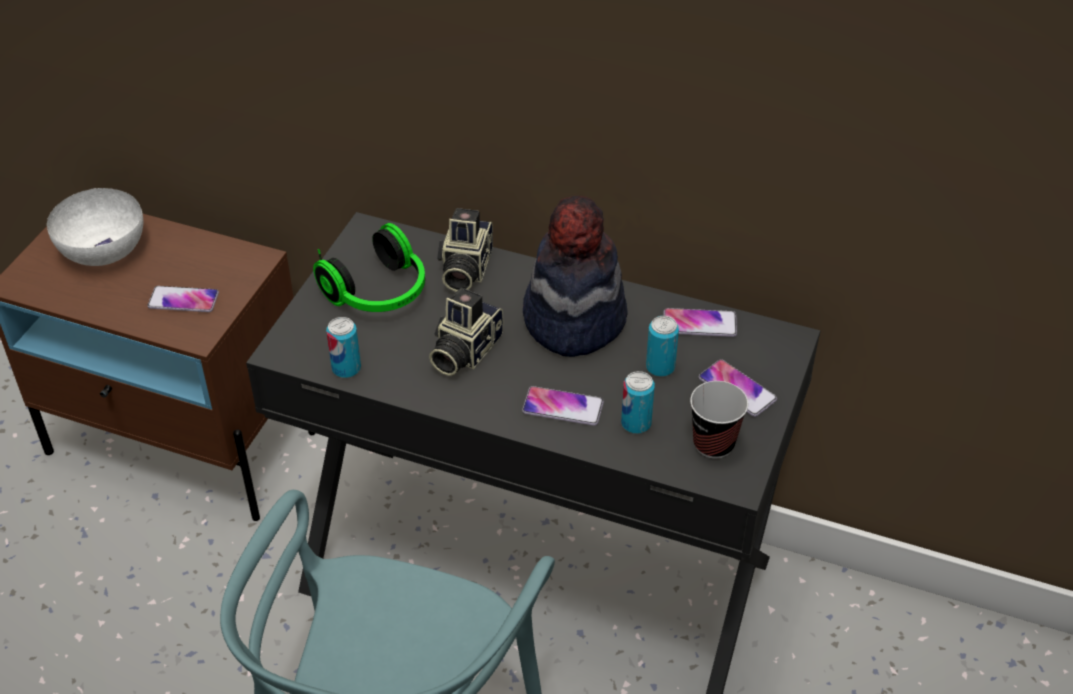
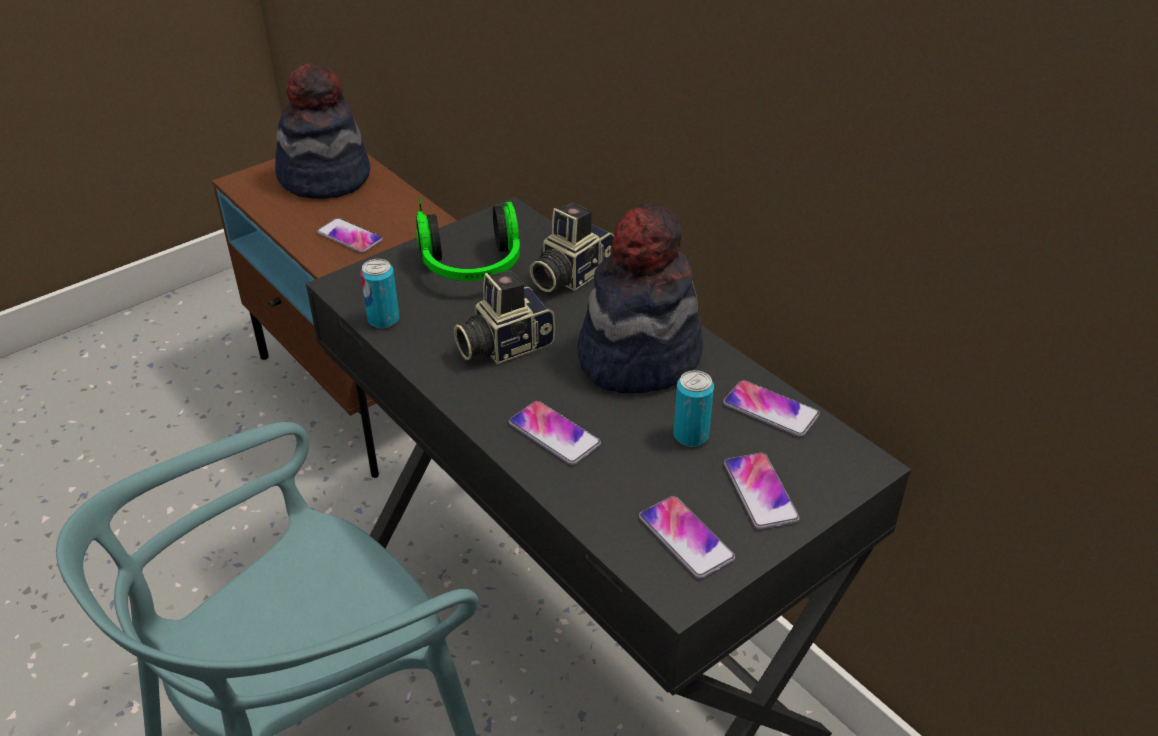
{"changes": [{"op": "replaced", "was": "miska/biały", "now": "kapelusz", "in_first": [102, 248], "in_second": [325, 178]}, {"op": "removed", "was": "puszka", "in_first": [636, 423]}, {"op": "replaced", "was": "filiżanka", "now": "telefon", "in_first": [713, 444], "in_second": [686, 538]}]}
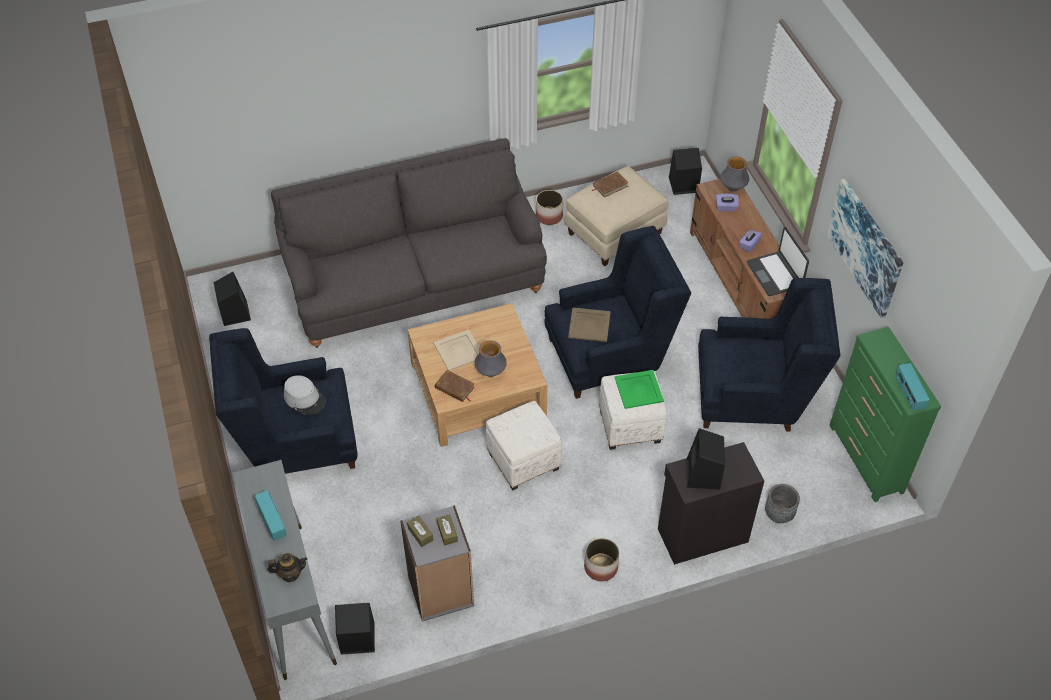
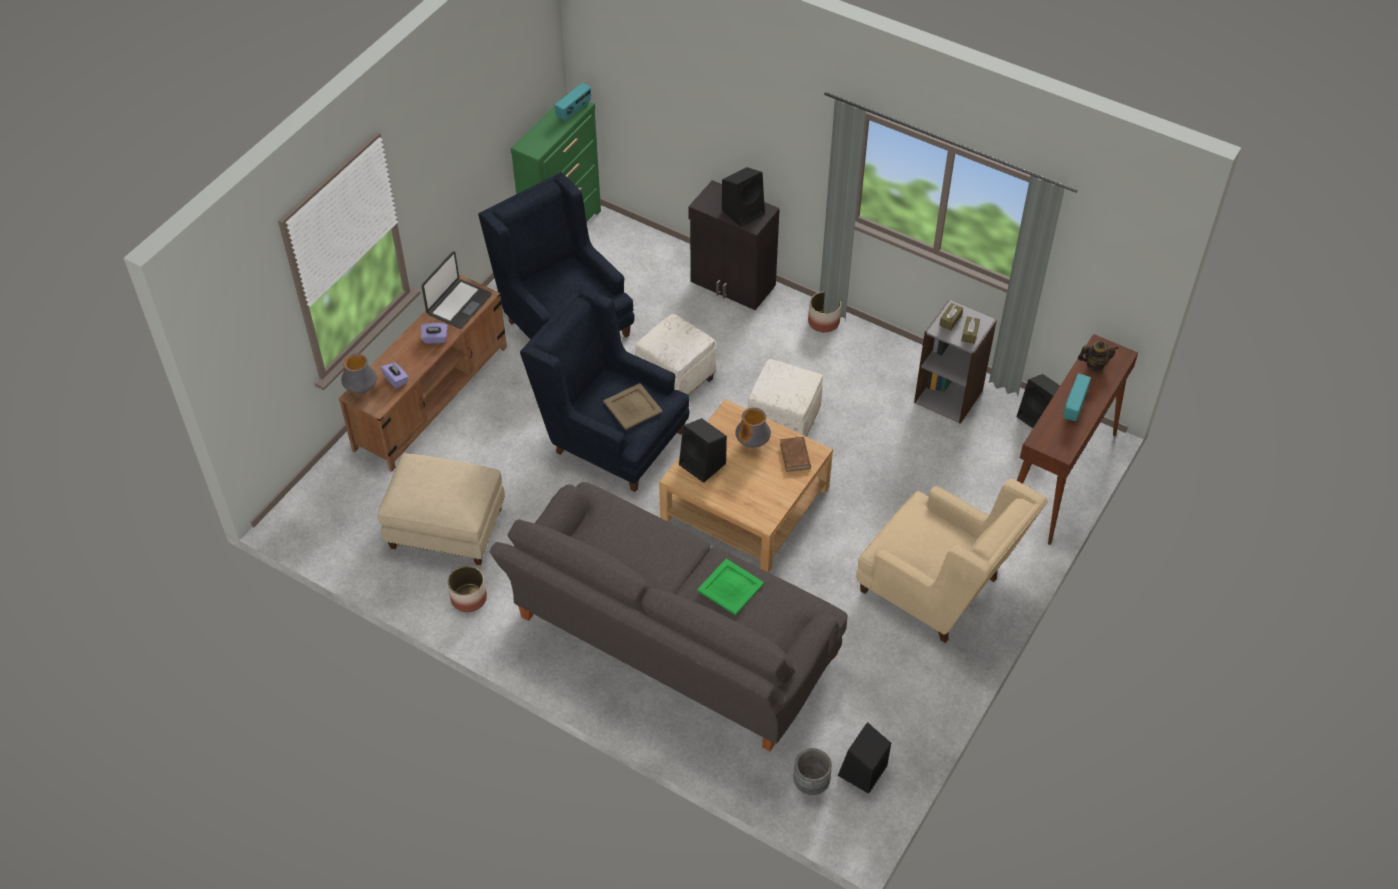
{"changes": [{"op": "recoloured", "was": "fotel/niebieski", "now": "fotel/beżowy", "in_first": [295, 443], "in_second": [939, 591]}, {"op": "recoloured", "was": "stolik konsolowy/szary", "now": "stolik konsolowy/brązowy", "in_first": [292, 599], "in_second": [1060, 478]}, {"op": "turned", "was": "imbryk", "in_first": [290, 574], "in_second": [1094, 364], "clockwise": 135}, {"op": "removed", "was": "kapelusz/szary", "in_first": [305, 398]}, {"op": "removed", "was": "taca/beżowy", "in_first": [458, 351]}, {"op": "removed", "was": "książka/brązowy", "in_first": [610, 186]}, {"op": "moved", "was": "taca/zielony", "in_first": [639, 389], "in_second": [730, 587]}, {"op": "moved", "was": "głośnik/czarny", "in_first": [682, 185], "in_second": [703, 464]}, {"op": "moved", "was": "donica/szary", "in_first": [779, 514], "in_second": [811, 783]}, {"op": "removed", "was": "obraz", "in_first": [865, 247]}]}
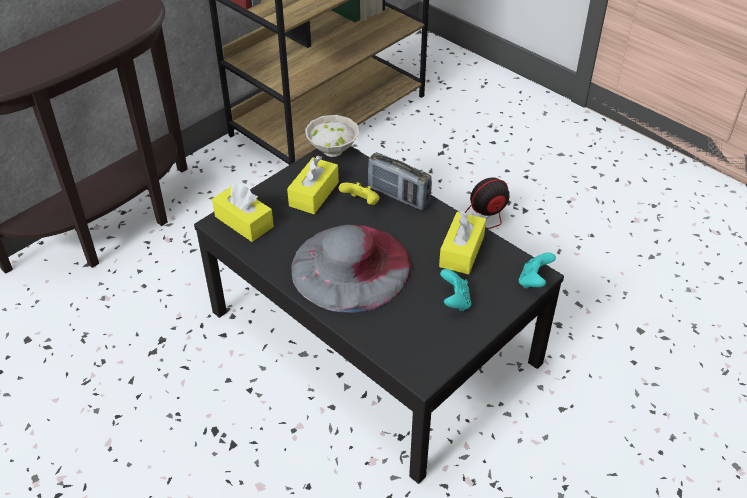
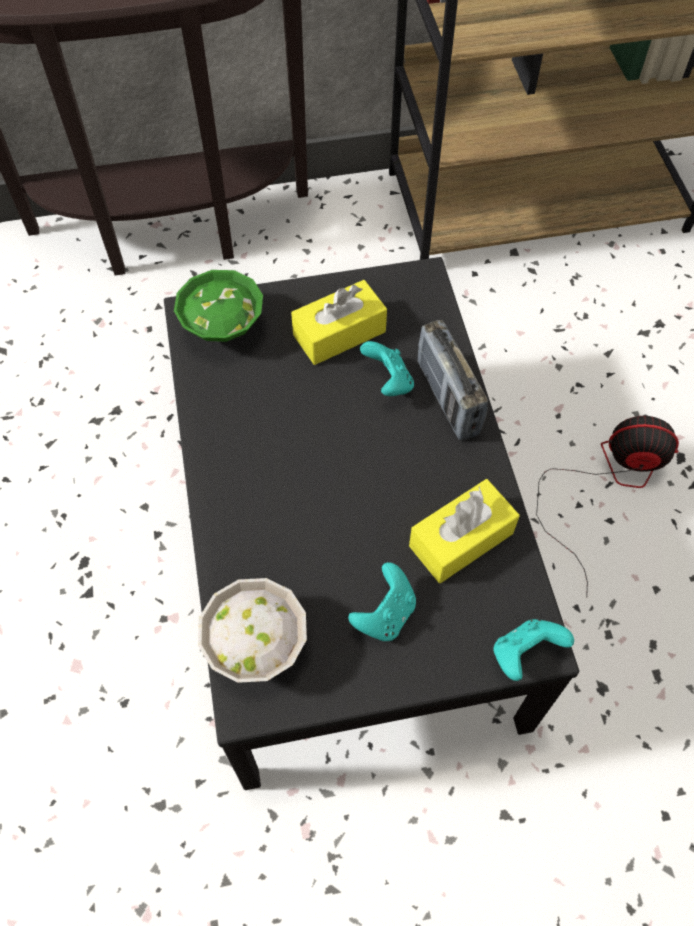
{"changes": [{"op": "replaced", "was": "pudełko chusteczek/żółty", "now": "miska/zielony", "in_first": [244, 221], "in_second": [221, 328]}, {"op": "removed", "was": "kapelusz/szary", "in_first": [351, 266]}, {"op": "moved", "was": "miska/biały", "in_first": [332, 149], "in_second": [258, 643]}, {"op": "recoloured", "was": "pad do gier/żółty", "now": "pad do gier/turkusowy", "in_first": [361, 203], "in_second": [388, 382]}]}
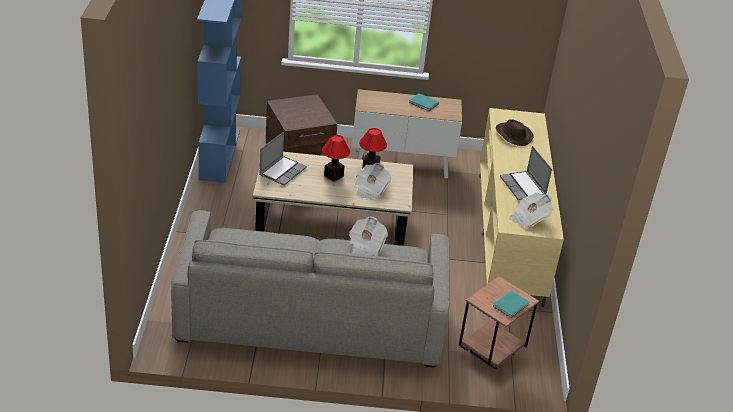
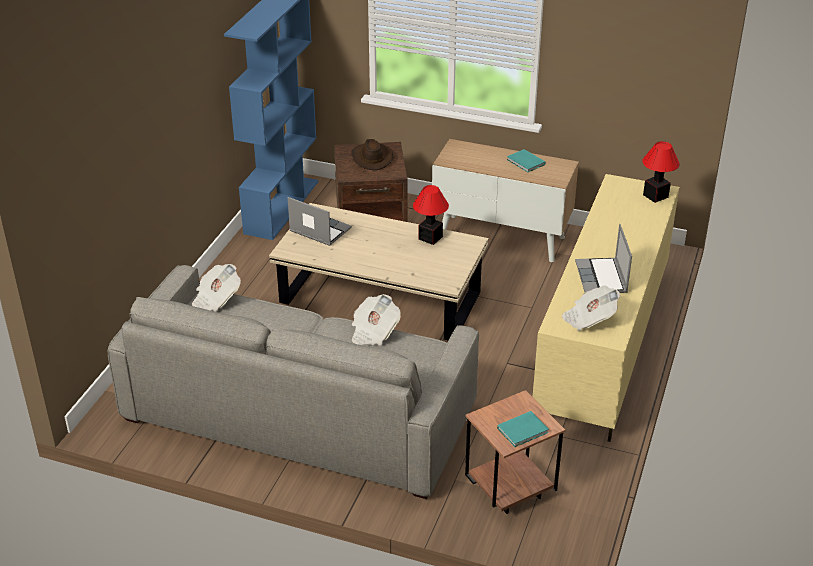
{"changes": [{"op": "turned", "was": "laptop", "in_first": [282, 171], "in_second": [319, 230], "clockwise": -105}, {"op": "moved", "was": "lampa stołowa", "in_first": [334, 176], "in_second": [656, 196]}, {"op": "moved", "was": "gazeta", "in_first": [370, 190], "in_second": [216, 299]}, {"op": "moved", "was": "kapelusz/brązowy", "in_first": [513, 135], "in_second": [371, 158]}]}
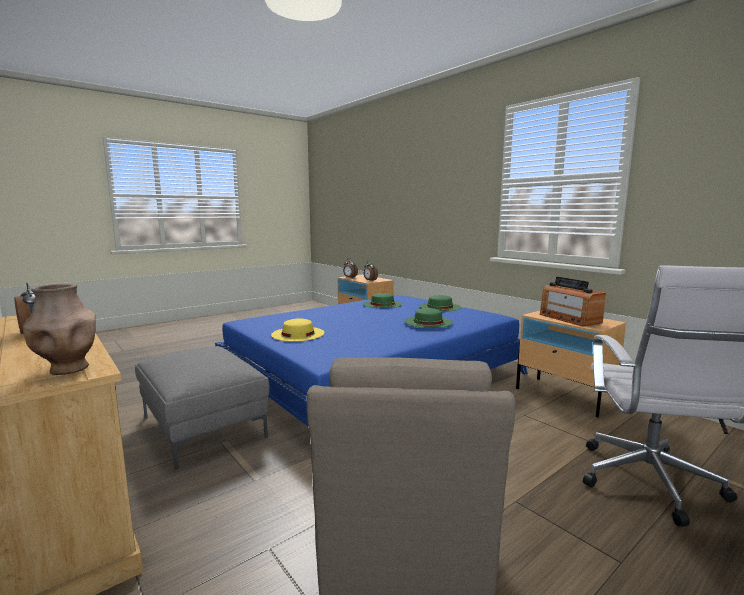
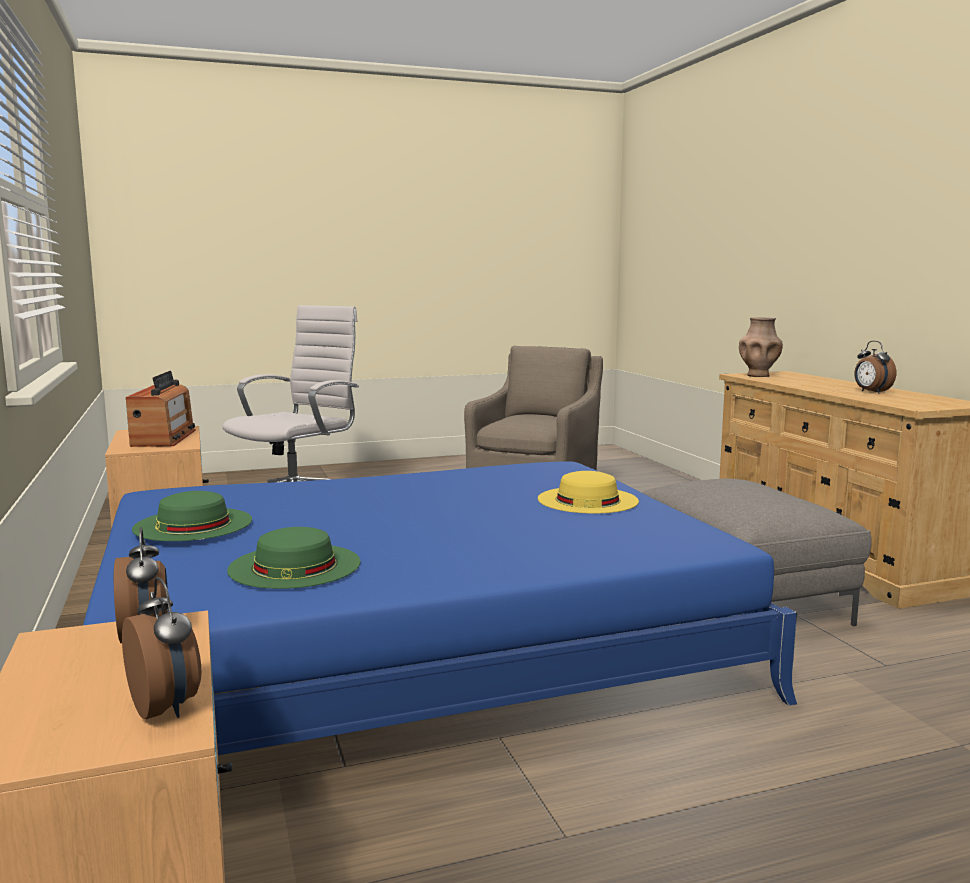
{"changes": [{"op": "removed", "was": "kapelusz/zielony", "in_first": [428, 322]}]}
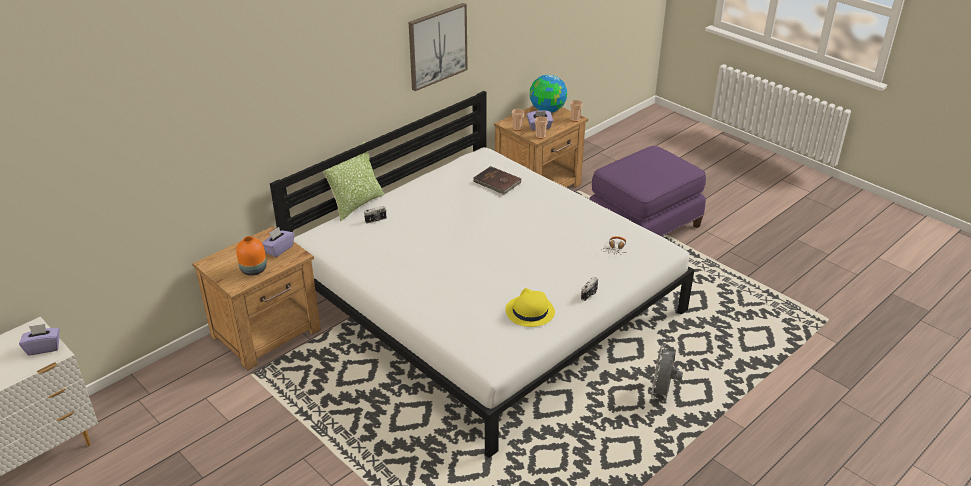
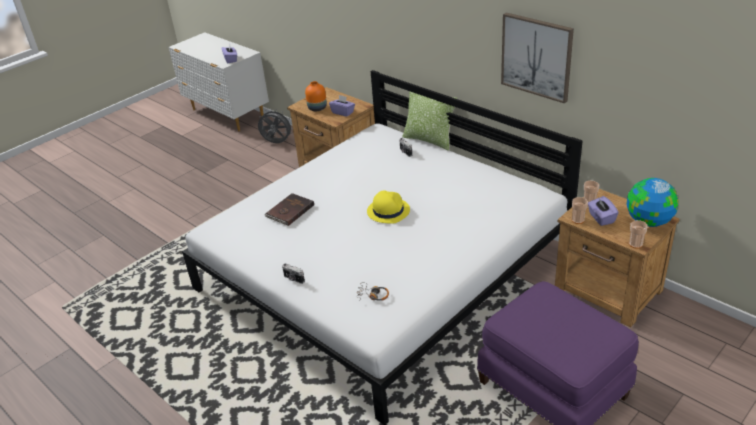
{"changes": [{"op": "moved", "was": "książka/brązowy", "in_first": [497, 182], "in_second": [289, 211]}, {"op": "moved", "was": "kapelusz/żółty", "in_first": [529, 312], "in_second": [388, 211]}, {"op": "moved", "was": "wentylator/szary", "in_first": [662, 393], "in_second": [277, 143]}]}
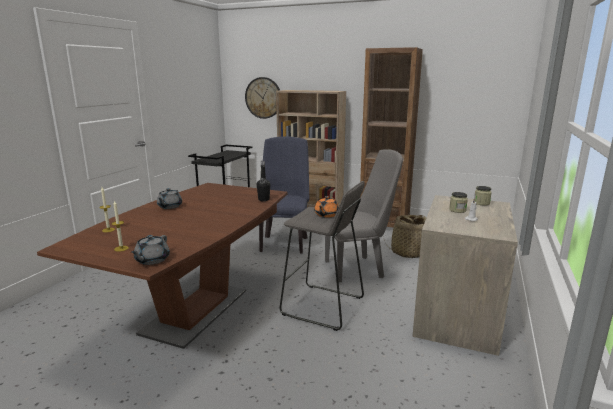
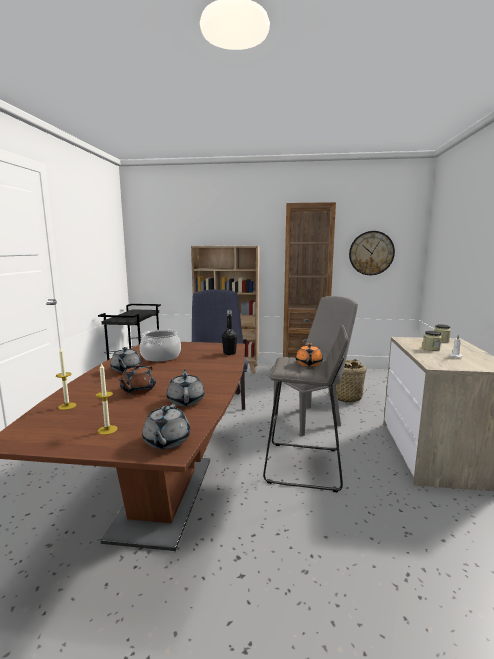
{"changes": [{"op": "moved", "was": "zegar ścienny", "in_first": [263, 98], "in_second": [371, 253]}, {"op": "added", "now": "imbryk/brązowy", "in_second": [137, 390]}, {"op": "added", "now": "garnek", "in_second": [160, 356]}, {"op": "added", "now": "imbryk/szary", "in_second": [186, 400]}]}
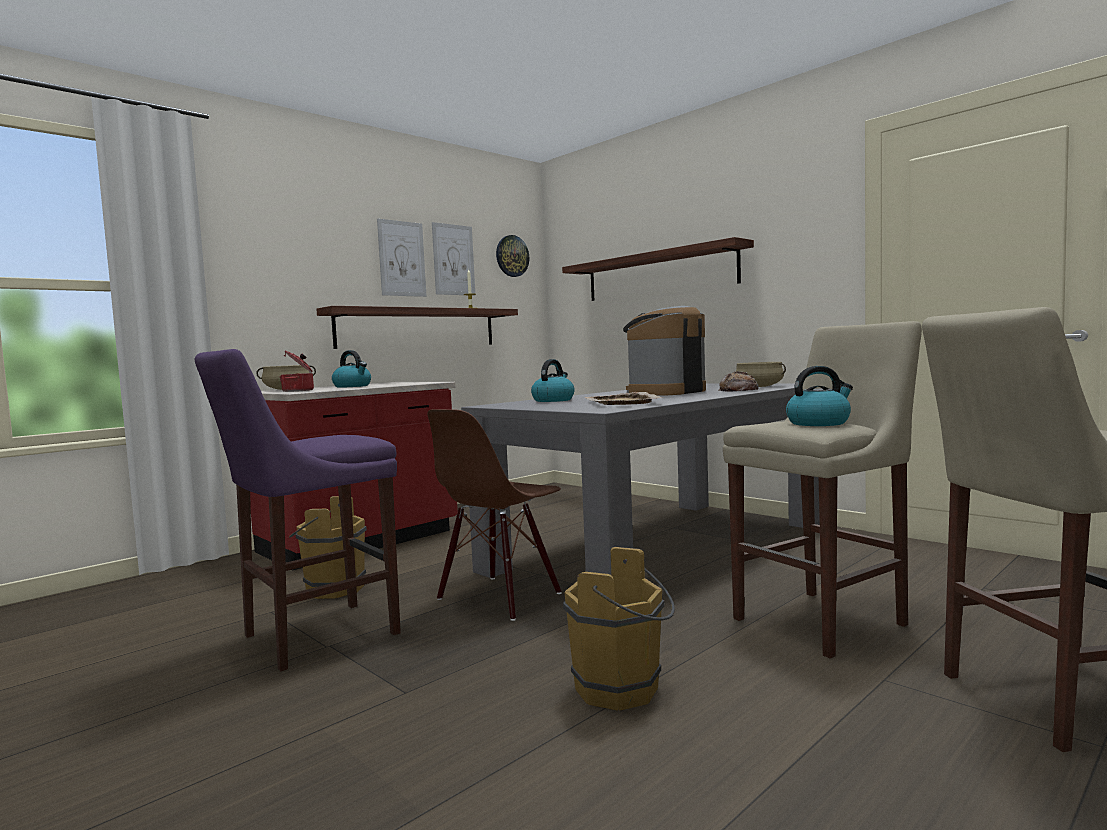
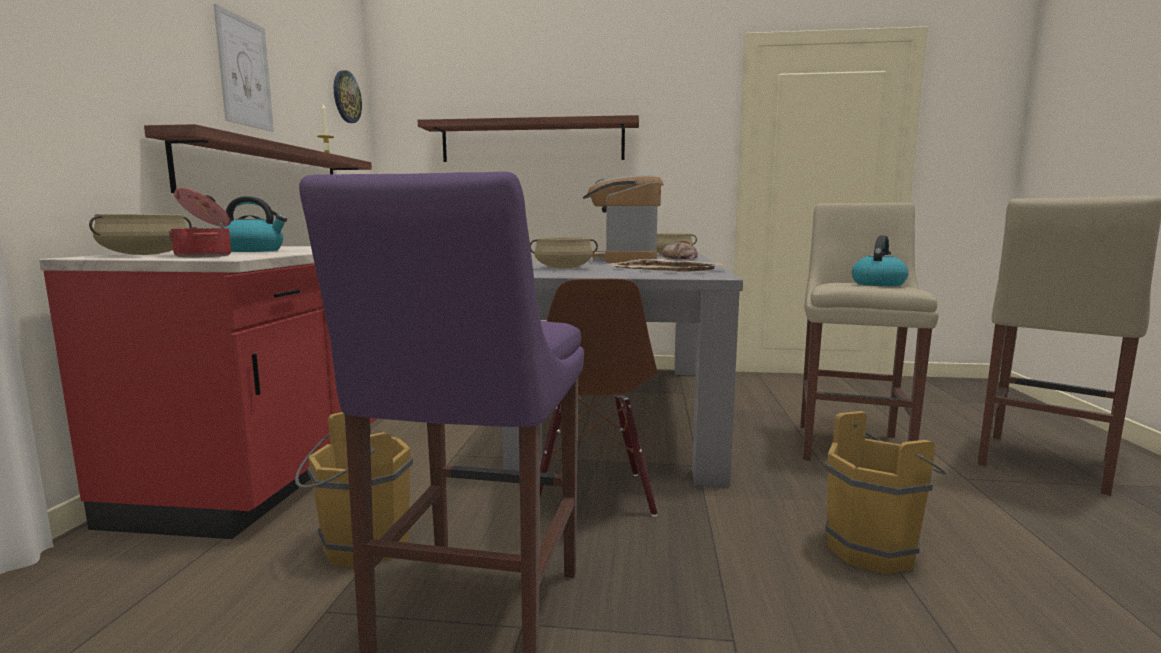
{"changes": [{"op": "removed", "was": "obraz", "in_first": [453, 260]}, {"op": "replaced", "was": "czajnik", "now": "garnek/beżowy", "in_first": [553, 400], "in_second": [563, 268]}]}
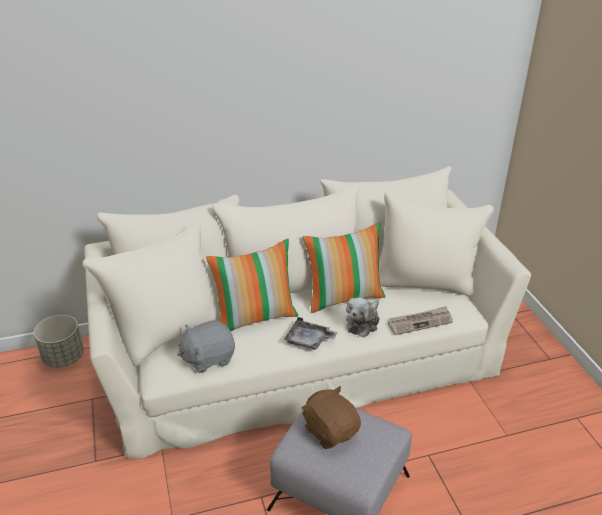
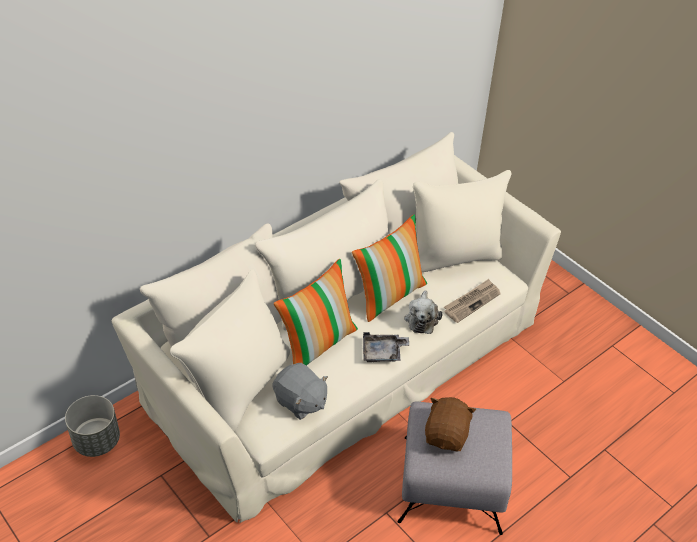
{"changes": [{"op": "turned", "was": "pluszak/szary", "in_first": [208, 358], "in_second": [300, 401], "clockwise": -90}, {"op": "turned", "was": "pluszak/brązowy", "in_first": [330, 430], "in_second": [447, 435], "clockwise": 75}]}
